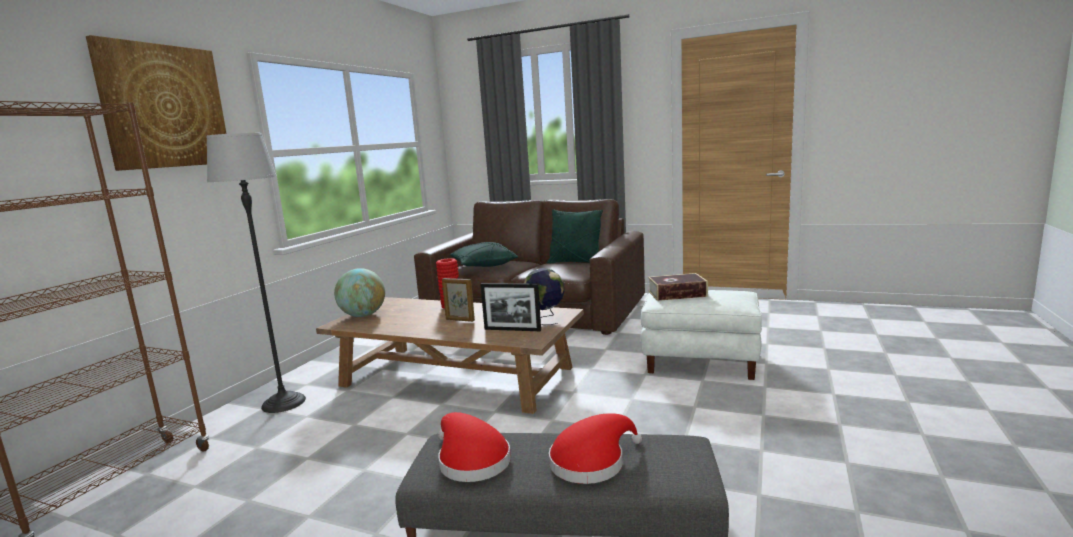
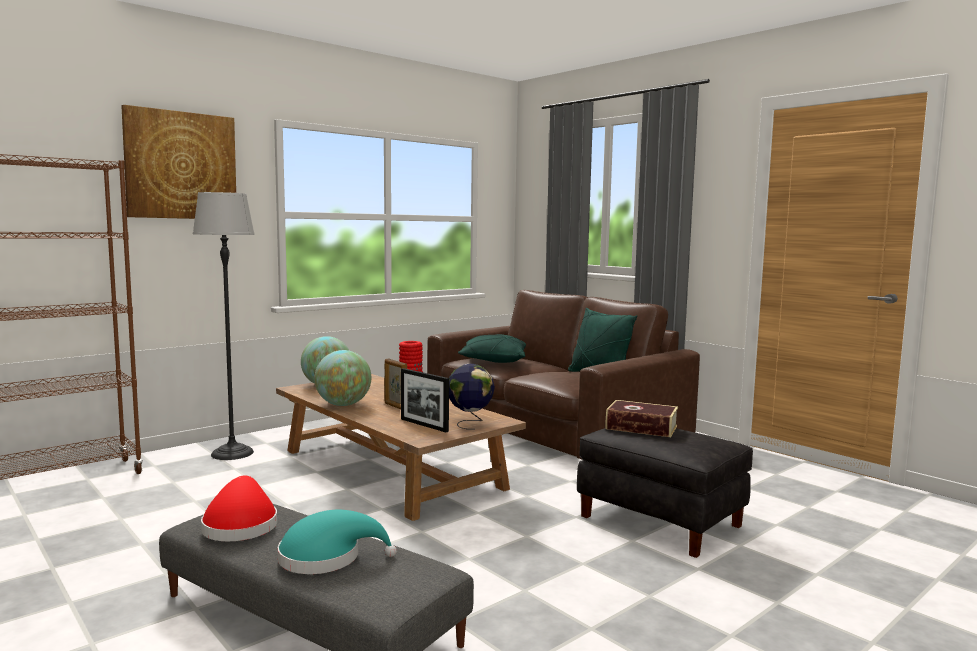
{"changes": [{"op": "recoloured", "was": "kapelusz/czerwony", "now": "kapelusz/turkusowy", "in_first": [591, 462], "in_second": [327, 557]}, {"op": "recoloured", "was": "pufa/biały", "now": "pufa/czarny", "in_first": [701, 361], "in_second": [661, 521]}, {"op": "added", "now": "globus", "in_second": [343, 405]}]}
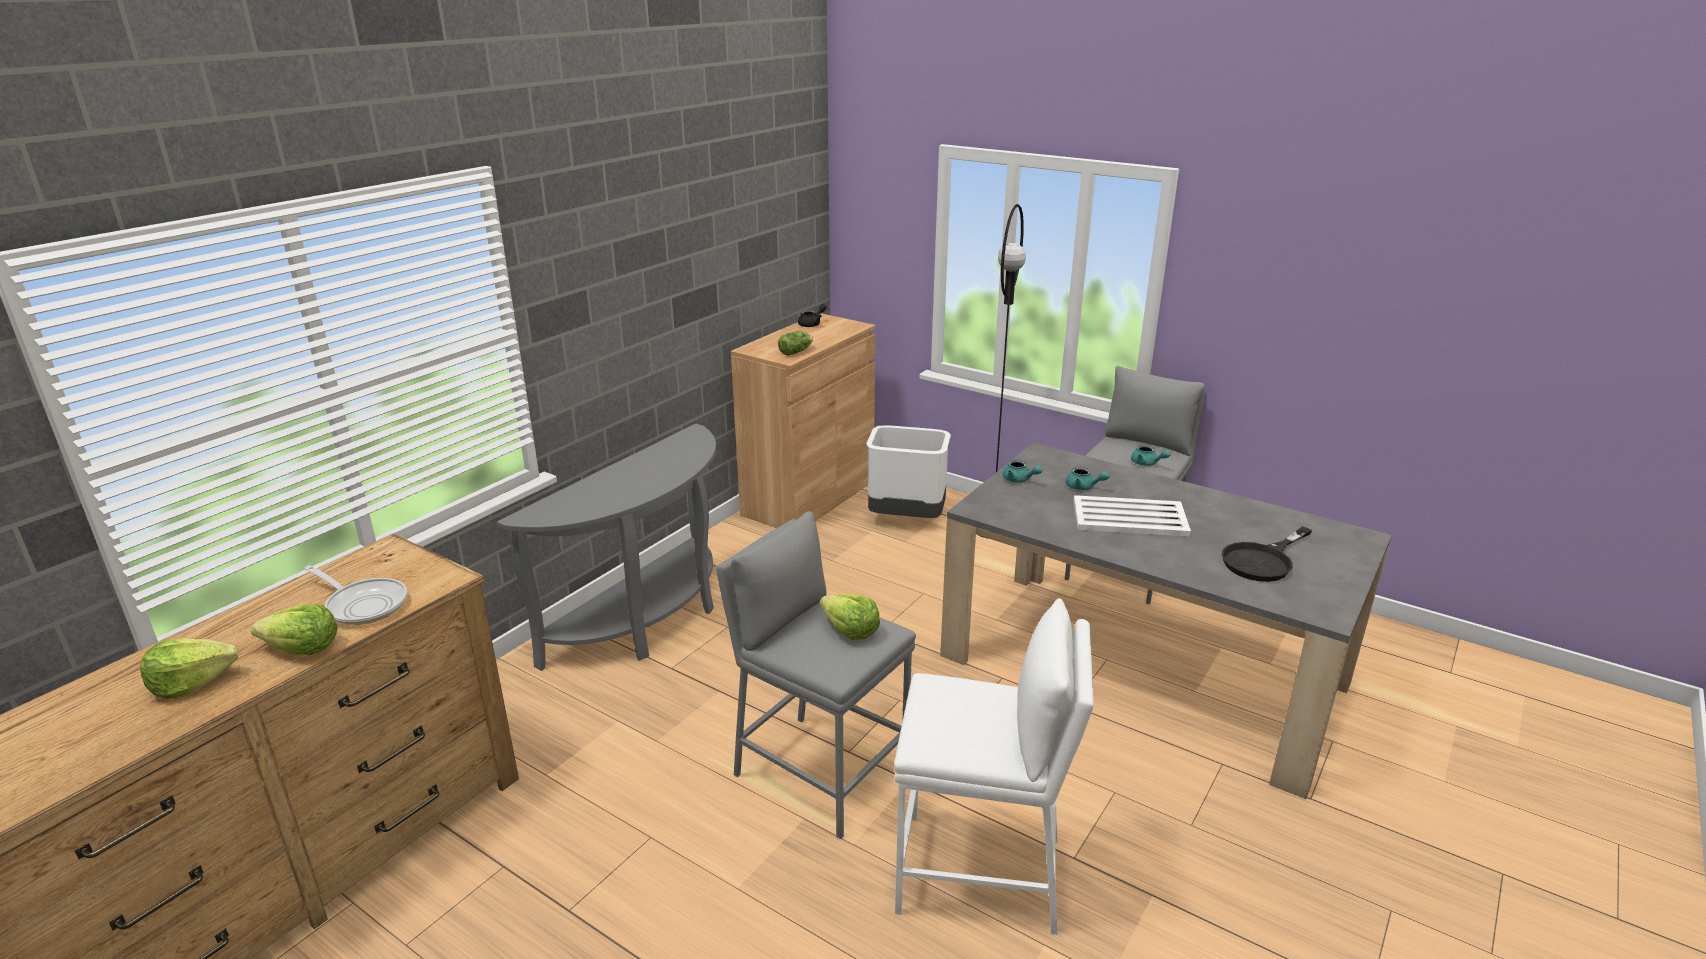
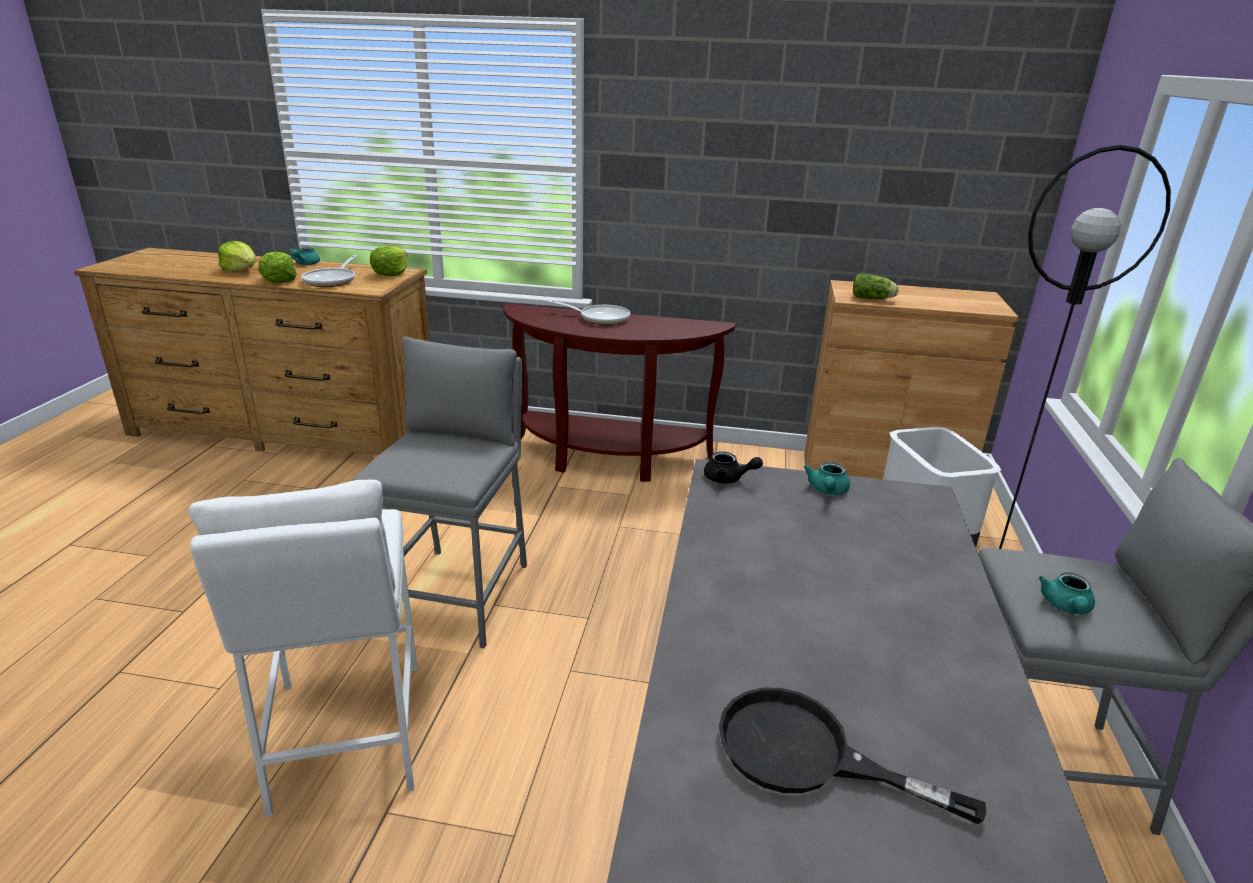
{"changes": [{"op": "recoloured", "was": "stolik konsolowy/szary", "now": "stolik konsolowy/brązowy", "in_first": [647, 620], "in_second": [609, 459]}, {"op": "moved", "was": "imbryk/czarny", "in_first": [812, 324], "in_second": [728, 479]}, {"op": "moved", "was": "sałata", "in_first": [850, 631], "in_second": [391, 273]}, {"op": "moved", "was": "imbryk/turkusowy", "in_first": [1083, 487], "in_second": [305, 264]}, {"op": "removed", "was": "taca/biały", "in_first": [1131, 518]}, {"op": "added", "now": "patelnia", "in_second": [600, 318]}]}
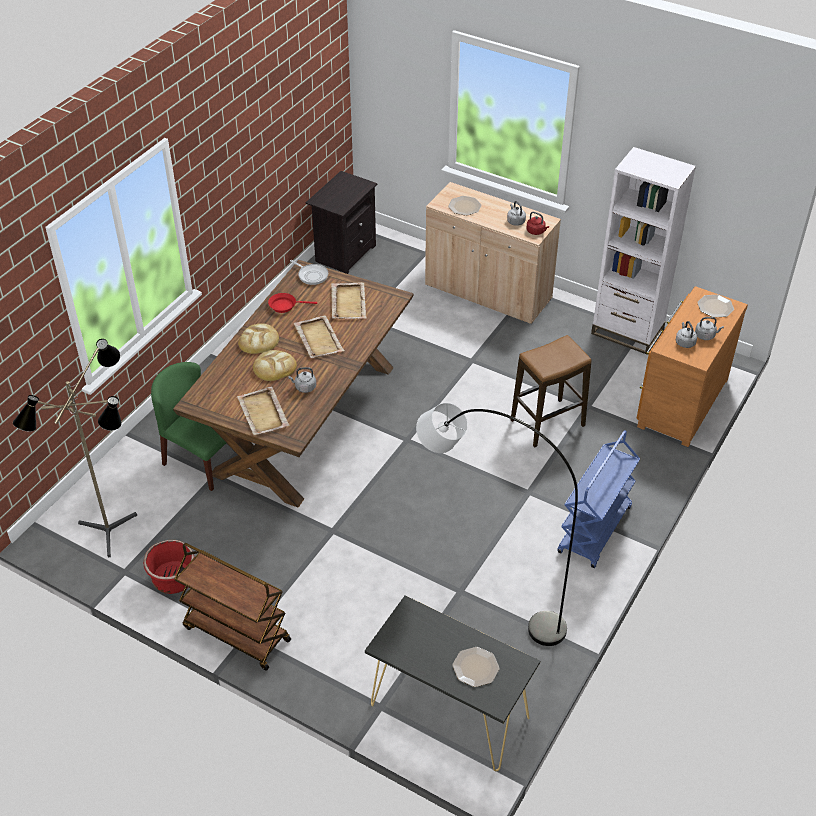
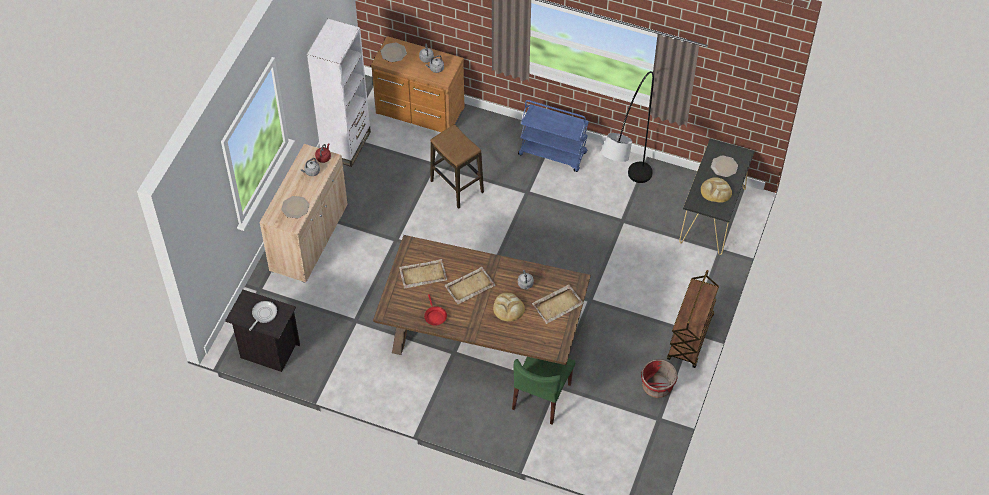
{"changes": [{"op": "removed", "was": "lampa stojąca", "in_first": [113, 535]}, {"op": "moved", "was": "chleb", "in_first": [259, 341], "in_second": [715, 191]}, {"op": "moved", "was": "patelnia", "in_first": [311, 275], "in_second": [263, 314]}]}
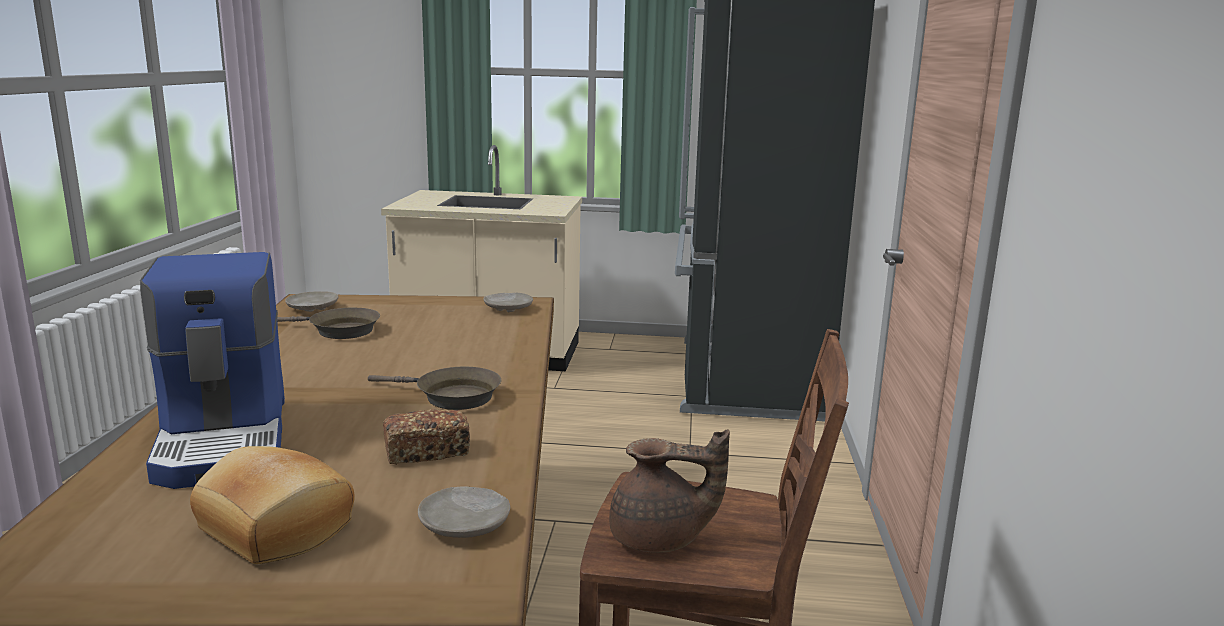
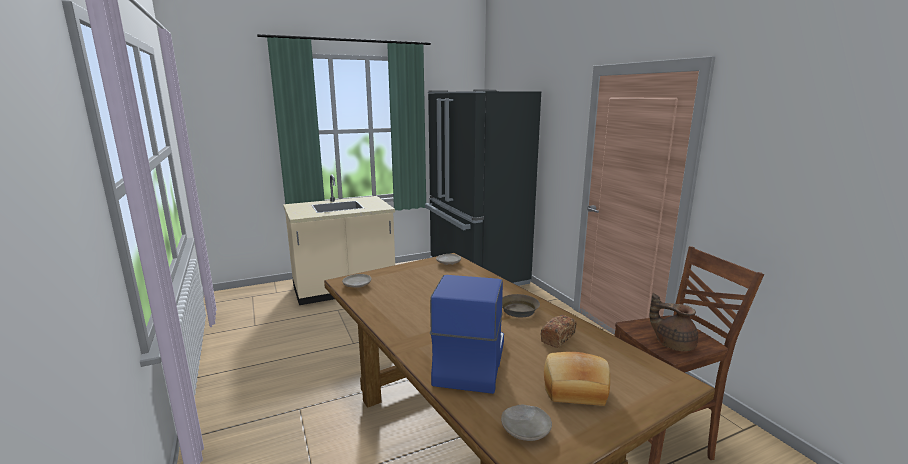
{"changes": [{"op": "turned", "was": "ekspres do kawy", "in_first": [226, 439], "in_second": [469, 361], "clockwise": -120}, {"op": "removed", "was": "patelnia/brązowy", "in_first": [339, 330]}, {"op": "moved", "was": "talerz/beżowy", "in_first": [465, 525], "in_second": [526, 429]}, {"op": "turned", "was": "imbryk/brązowy", "in_first": [659, 540], "in_second": [673, 343], "clockwise": -120}]}
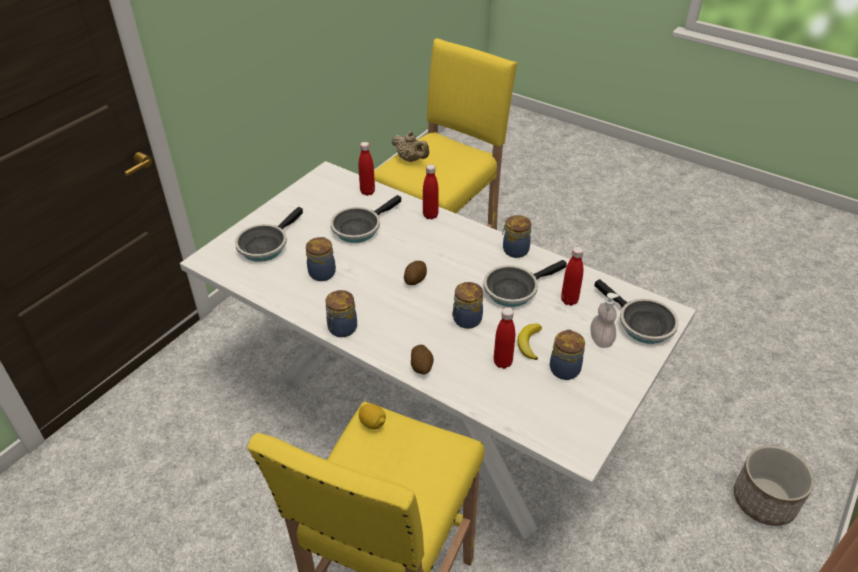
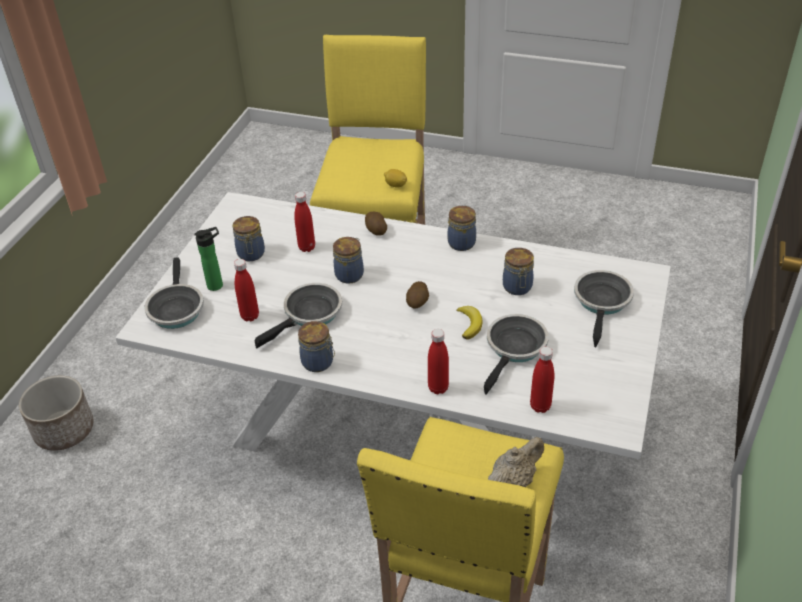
{"changes": [{"op": "turned", "was": "imbryk/beżowy", "in_first": [411, 159], "in_second": [514, 481], "clockwise": 120}, {"op": "moved", "was": "banan", "in_first": [529, 343], "in_second": [469, 324]}, {"op": "replaced", "was": "dozownik mydła", "now": "butelka", "in_first": [601, 340], "in_second": [217, 285]}, {"op": "turned", "was": "patelnia", "in_first": [641, 324], "in_second": [176, 308], "clockwise": -135}]}
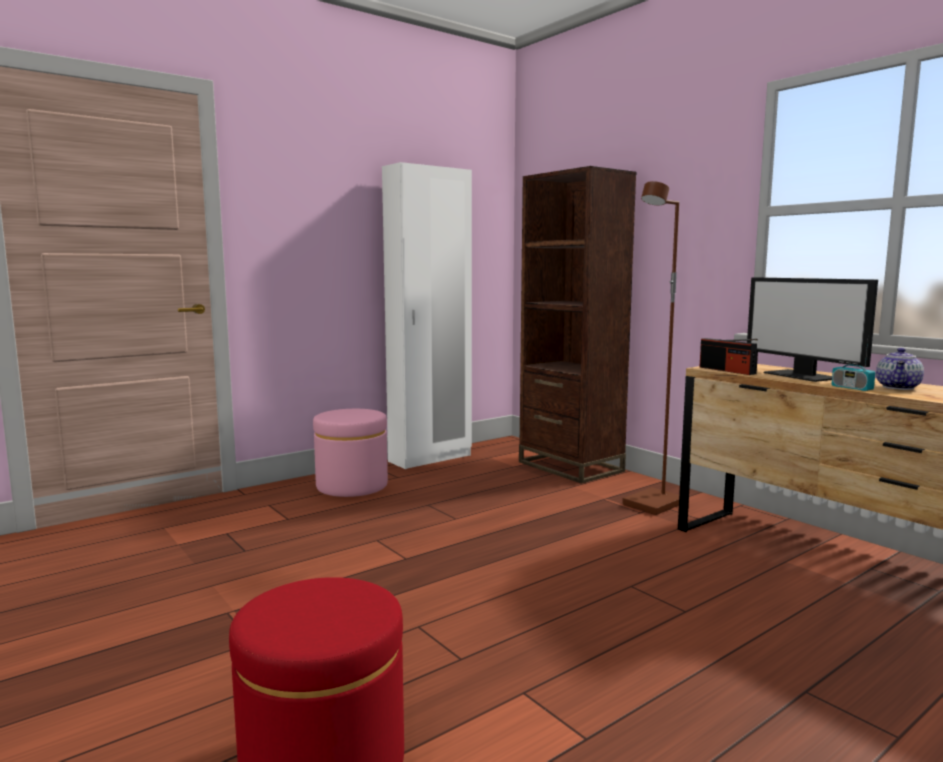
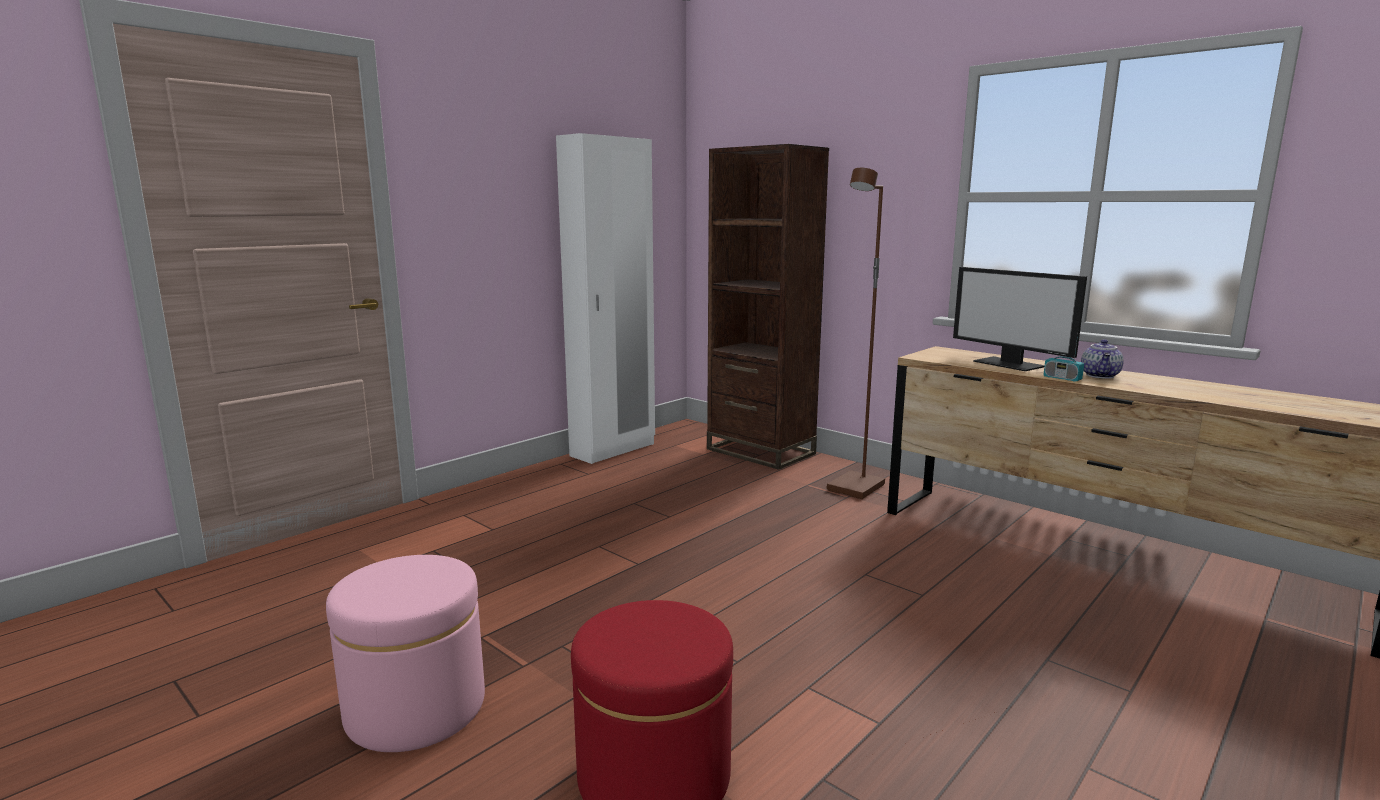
{"changes": [{"op": "moved", "was": "pufa/różowy", "in_first": [352, 486], "in_second": [416, 708]}, {"op": "removed", "was": "radio", "in_first": [727, 370]}]}
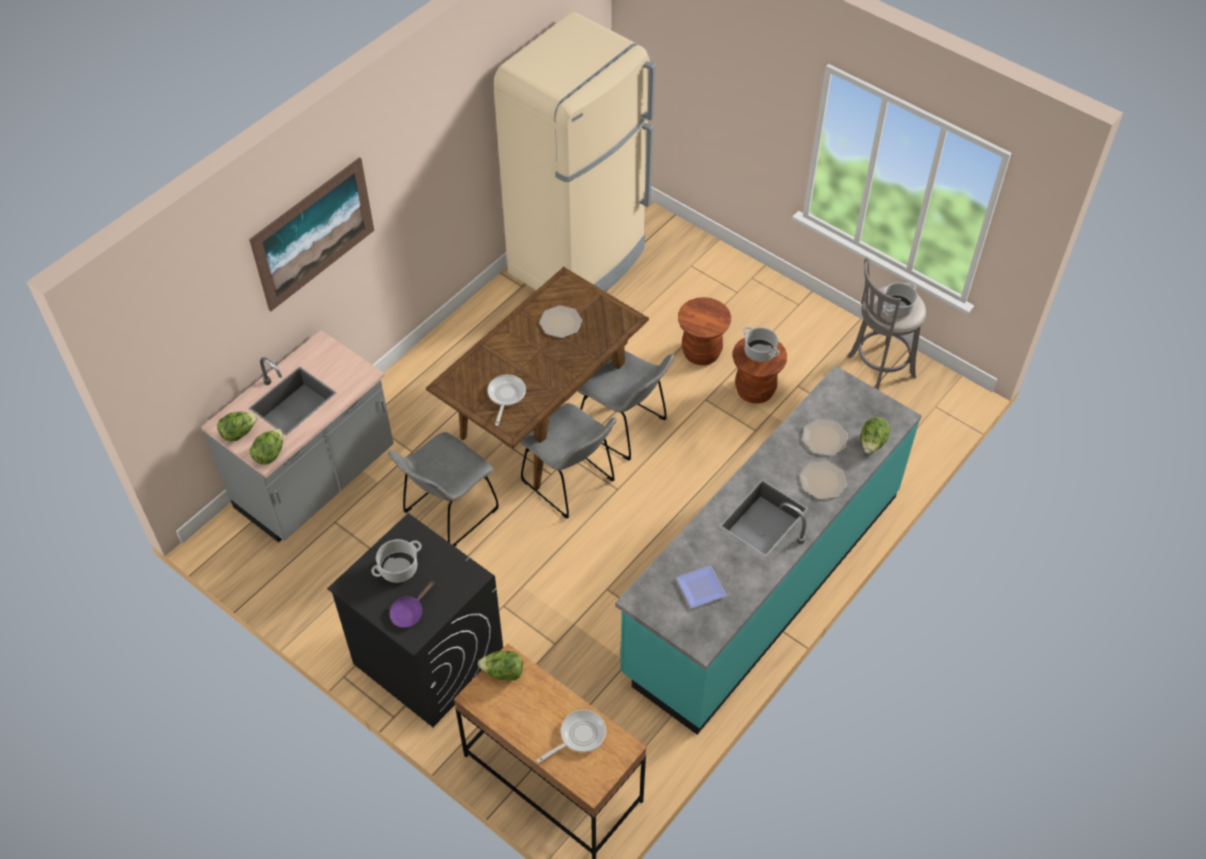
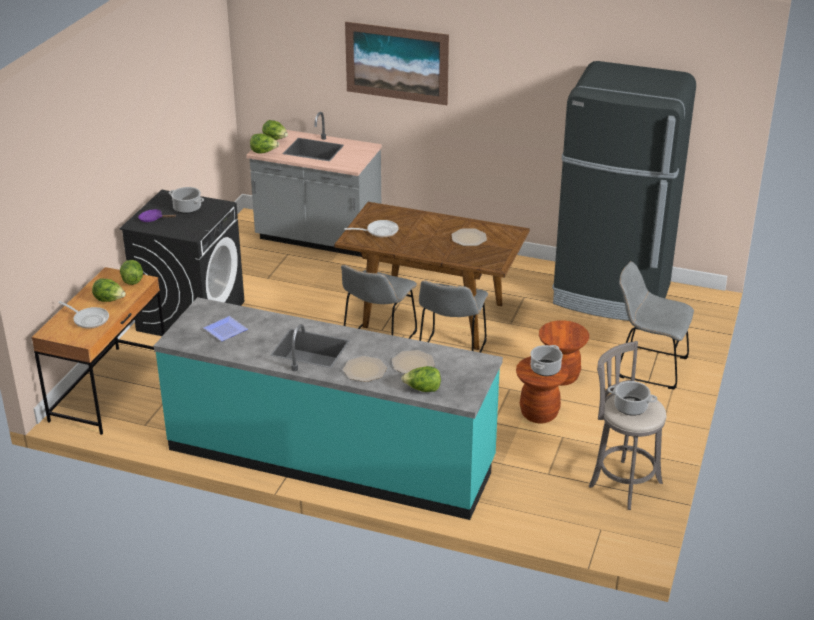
{"changes": [{"op": "moved", "was": "krzesło/szary", "in_first": [447, 513], "in_second": [647, 366]}, {"op": "recoloured", "was": "lodówka/beżowy", "now": "lodówka/czarny", "in_first": [579, 261], "in_second": [612, 295]}, {"op": "added", "now": "sałata", "in_second": [109, 300]}]}
